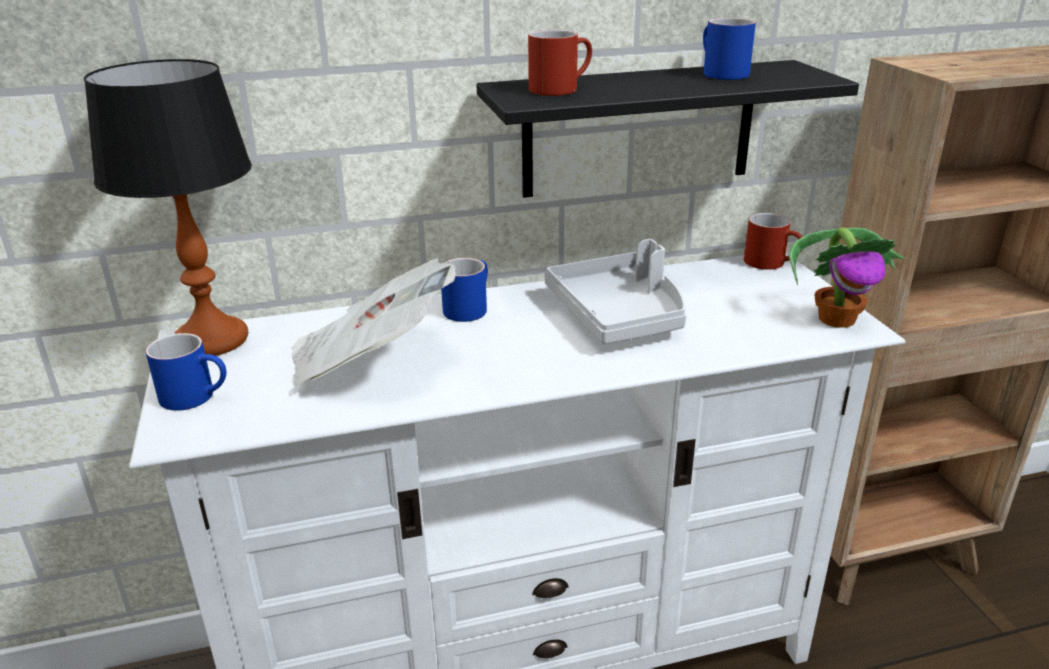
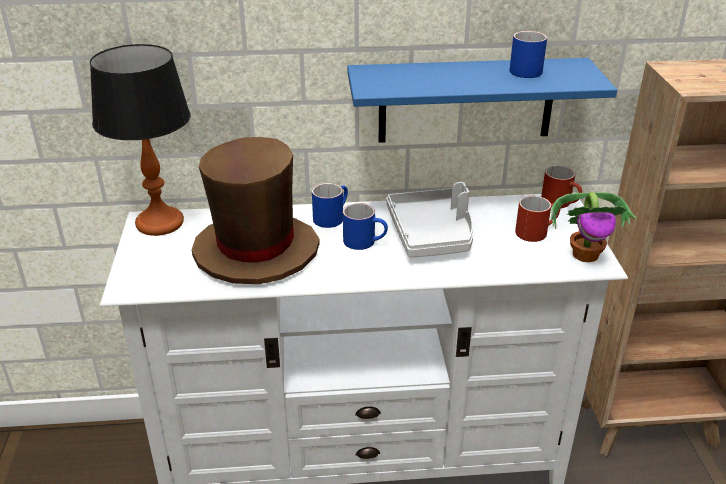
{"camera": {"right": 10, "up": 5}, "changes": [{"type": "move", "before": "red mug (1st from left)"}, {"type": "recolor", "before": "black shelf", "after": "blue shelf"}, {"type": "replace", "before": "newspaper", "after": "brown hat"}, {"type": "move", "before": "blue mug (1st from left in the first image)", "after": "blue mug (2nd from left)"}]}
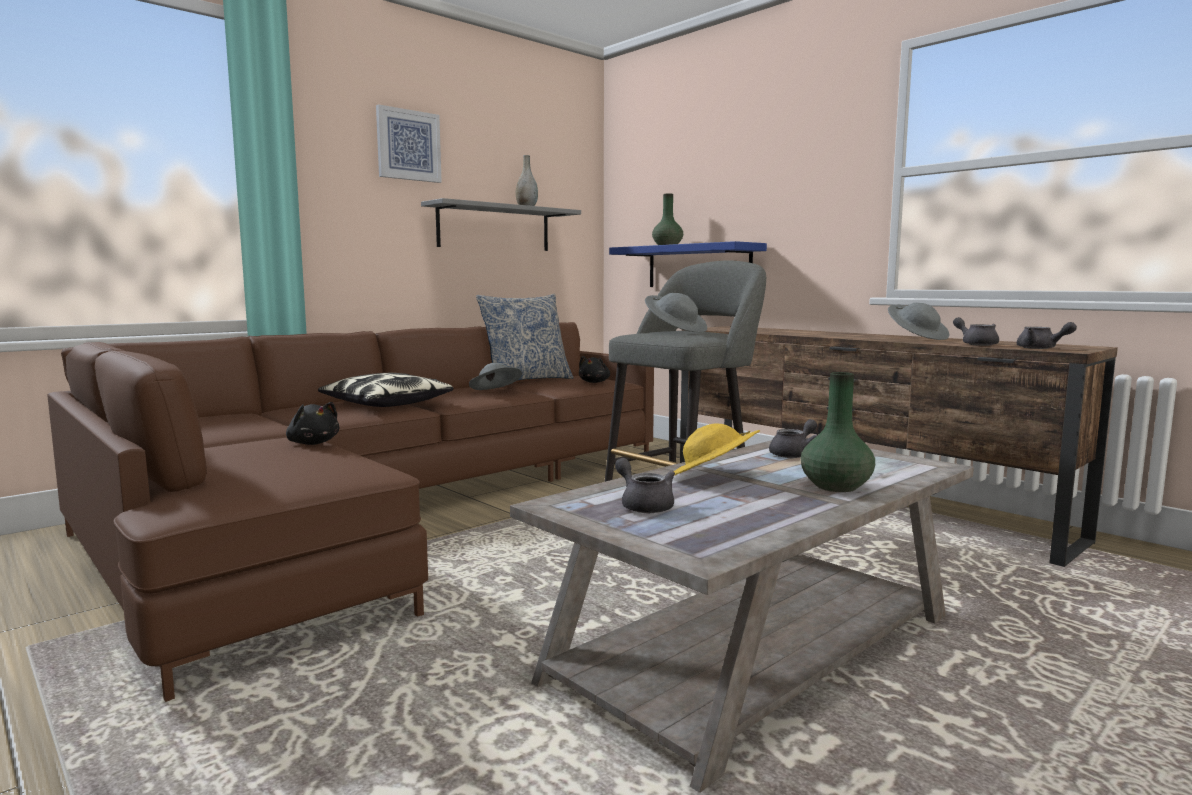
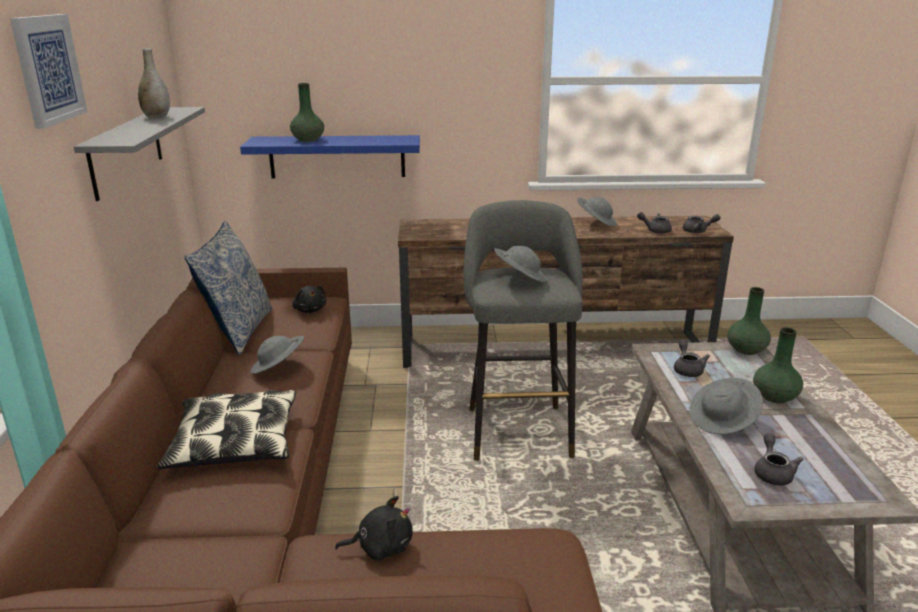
{"camera": {"right": -50, "up": 15}, "changes": [{"type": "recolor", "before": "yellow hat", "after": "grey hat (4th from left)"}, {"type": "rotate", "before": "grey teapot (1st from left in the first image)", "turn": 90}, {"type": "insert", "after": "green vase (2nd from left)"}]}
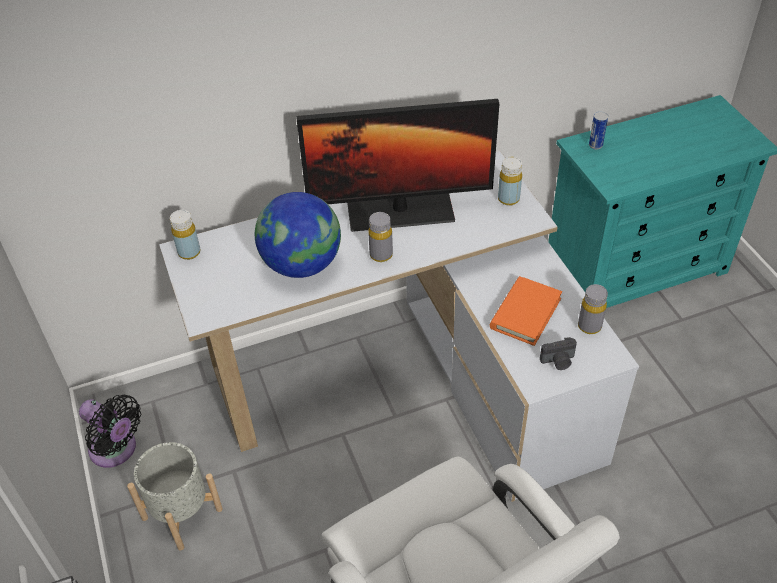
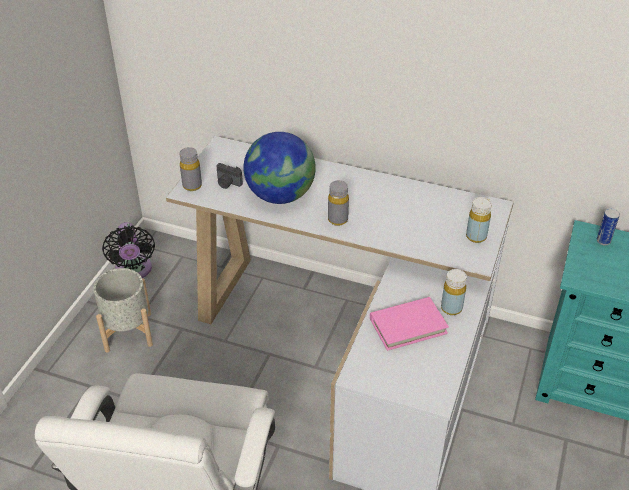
{"camera": {"right": 40, "up": -5}, "changes": [{"type": "delete", "before": "monitor"}, {"type": "move", "before": "yellow bottle (1st from left)"}, {"type": "recolor", "before": "orange book", "after": "pink book"}, {"type": "move", "before": "grey bottle (2nd from left in the first image)", "after": "grey bottle (1st from left)"}, {"type": "move", "before": "photo camera"}]}
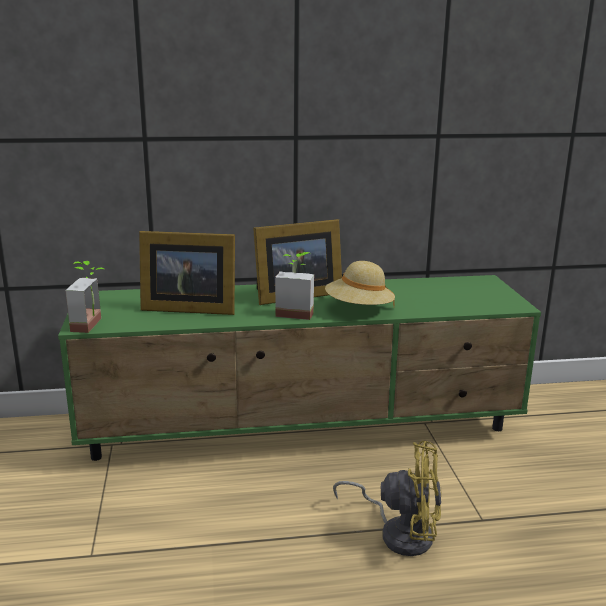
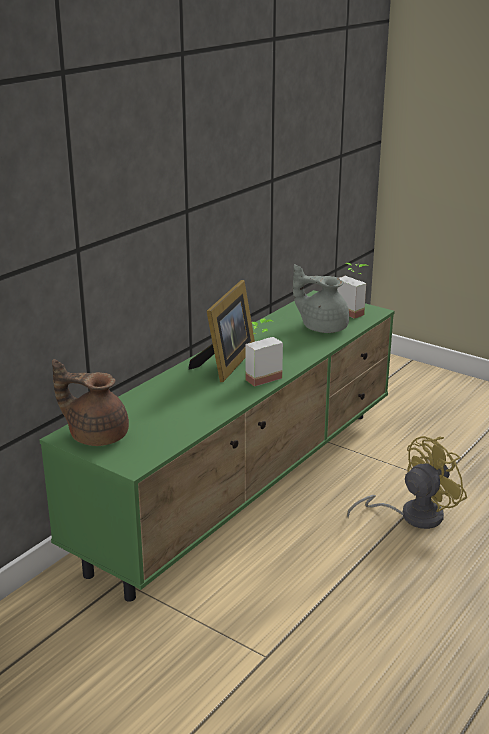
{"camera": {"right": -45, "up": 5}, "changes": [{"type": "delete", "before": "picture frame (1st from left)"}, {"type": "move", "before": "potted plant (1st from left in the first image)", "after": "potted plant (2nd from left)"}, {"type": "delete", "before": "beige hat"}, {"type": "insert", "after": "grey teapot"}, {"type": "insert", "after": "brown teapot"}]}
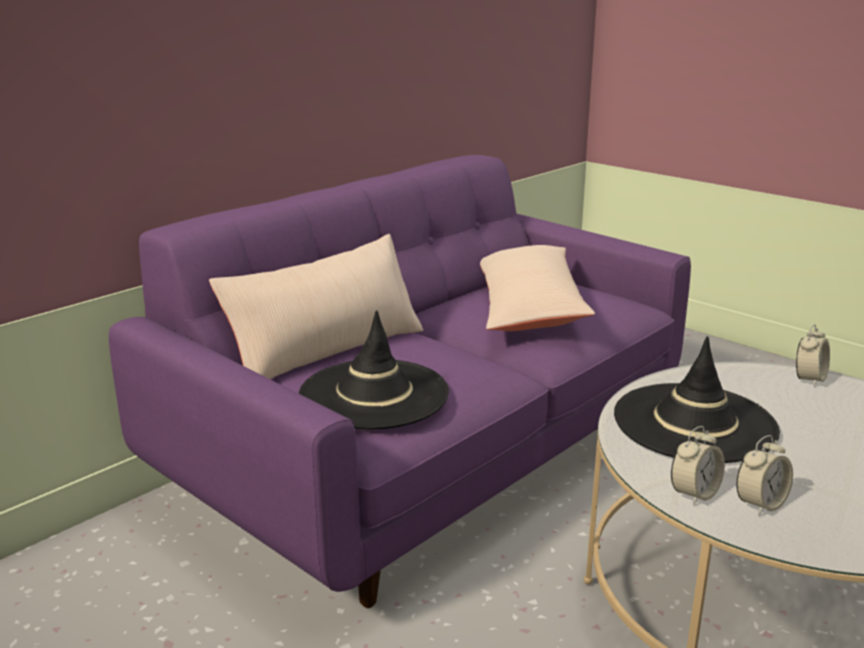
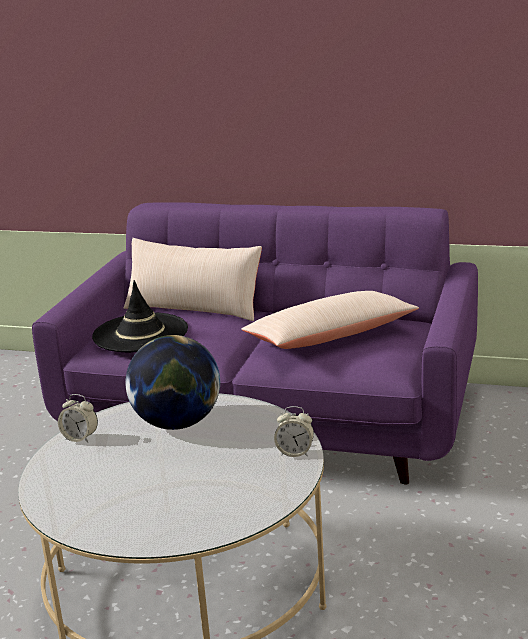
{"camera": {"right": 65, "up": 0}, "changes": [{"type": "replace", "before": "black hat (2nd from left)", "after": "globe"}, {"type": "delete", "before": "alarm clock (2nd from left)"}]}
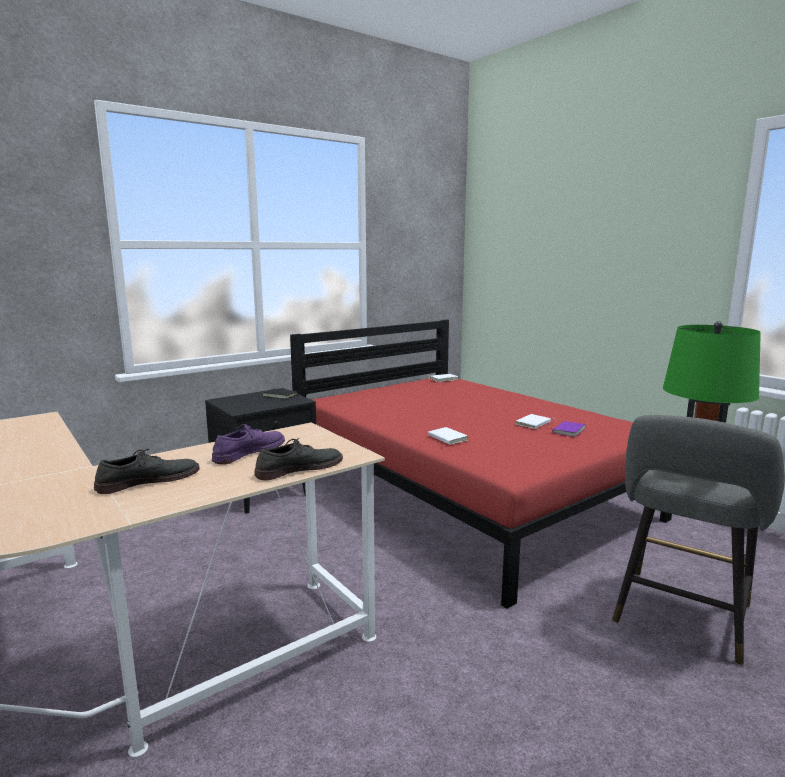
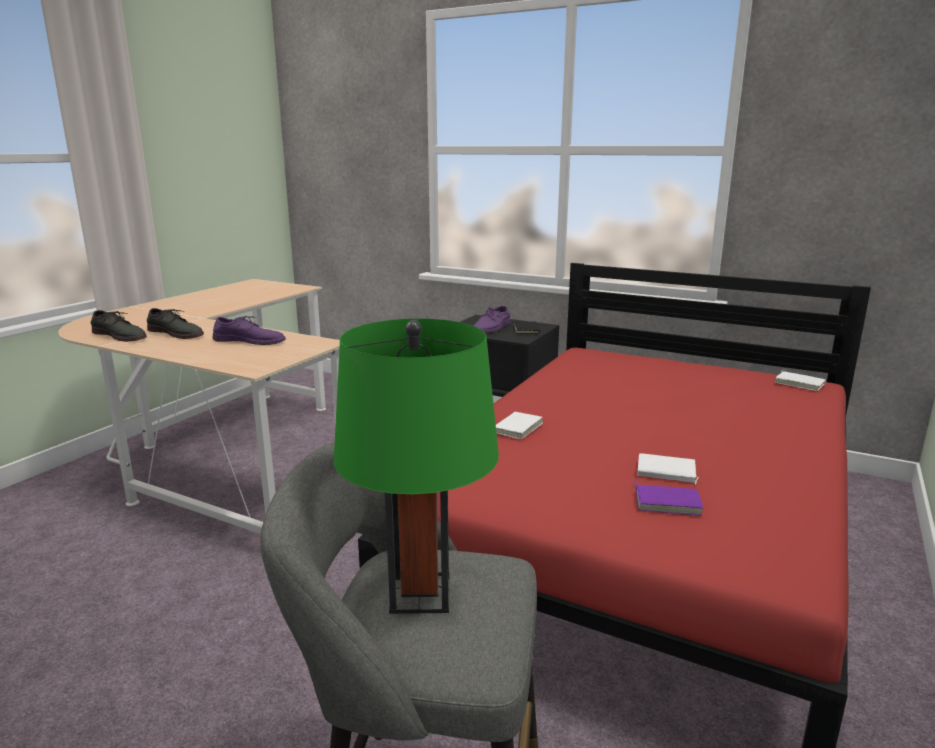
{"camera": {"right": 65, "up": 5}, "changes": [{"type": "move", "before": "grey shoe (2nd from left in the first image)", "after": "grey shoe (1st from left)"}, {"type": "insert", "after": "purple shoe (2nd from left)"}]}
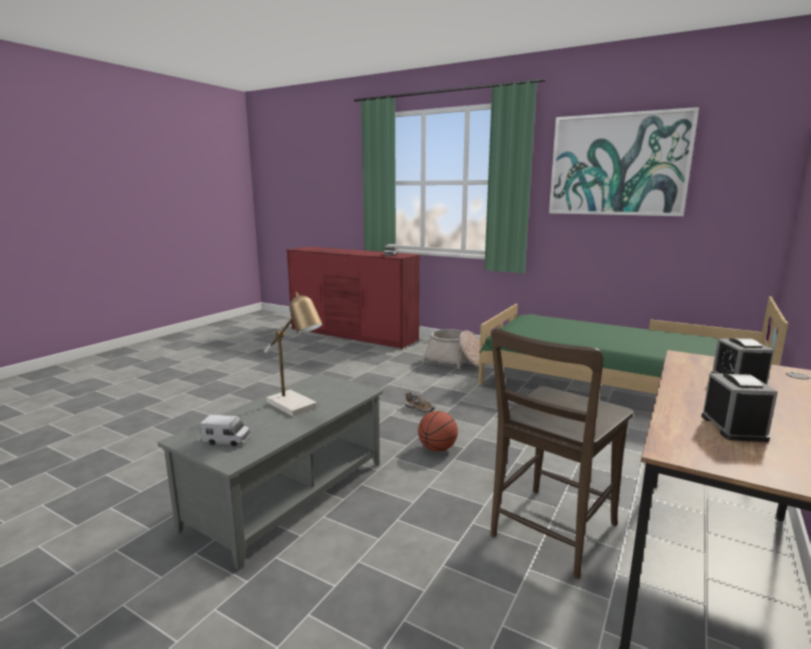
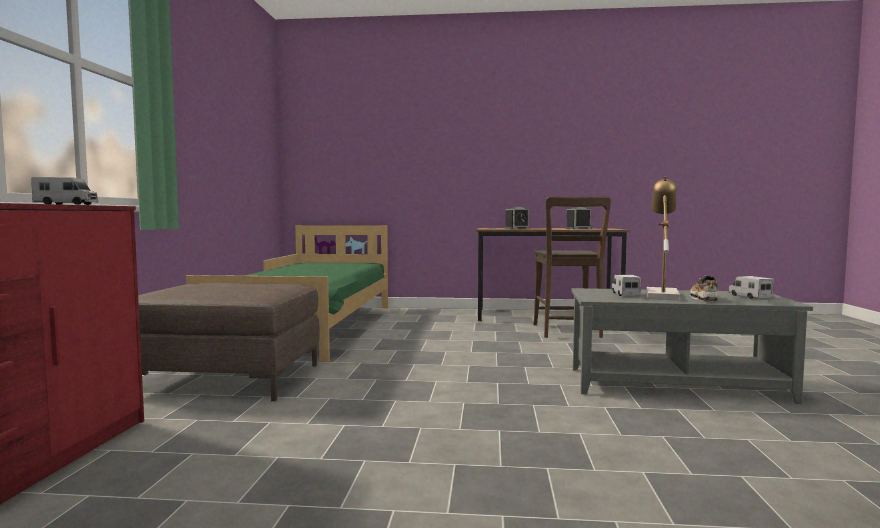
{"camera": {"right": -115, "up": -10}, "changes": [{"type": "delete", "before": "picture"}, {"type": "replace", "before": "basket", "after": "brown ottoman"}, {"type": "rotate", "before": "brown chair", "turn": 75}, {"type": "move", "before": "shoe"}, {"type": "delete", "before": "basketball"}, {"type": "insert", "after": "toy truck (2nd from left)"}]}
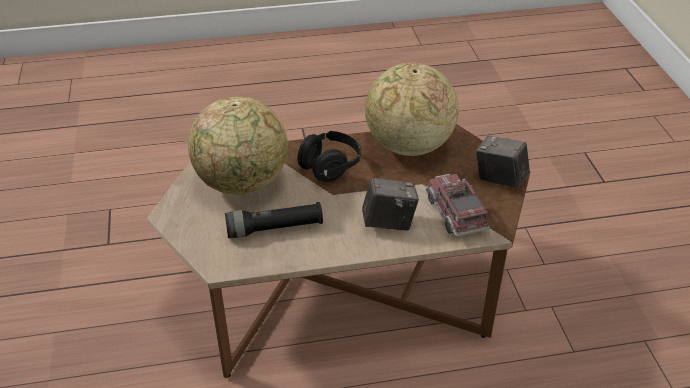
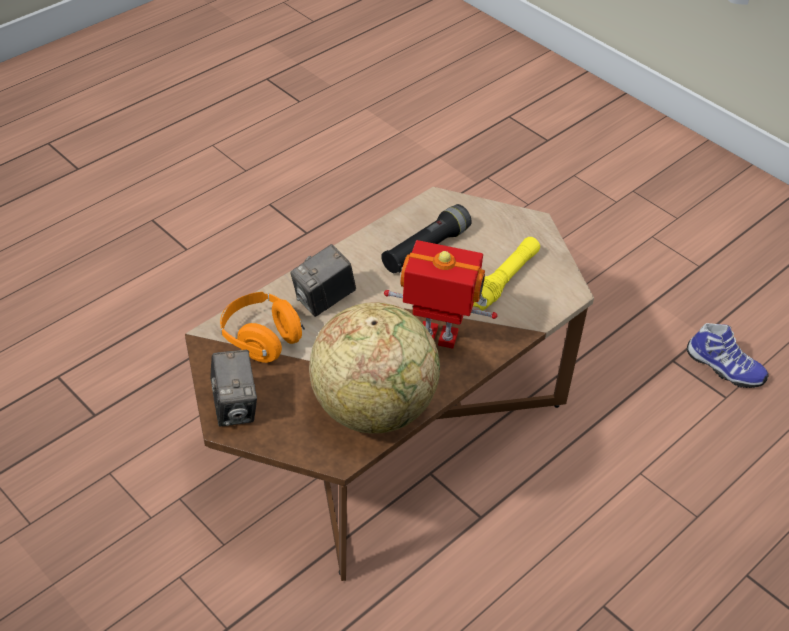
{"camera": {"right": 145, "up": 5}, "changes": [{"type": "replace", "before": "globe (1st from left)", "after": "yellow flashlight"}, {"type": "replace", "before": "black headphones", "after": "toy robot"}, {"type": "rotate", "before": "photo camera (2nd from left in the first image)", "turn": 75}, {"type": "replace", "before": "toy truck", "after": "orange headphones"}, {"type": "insert", "after": "shoe"}]}
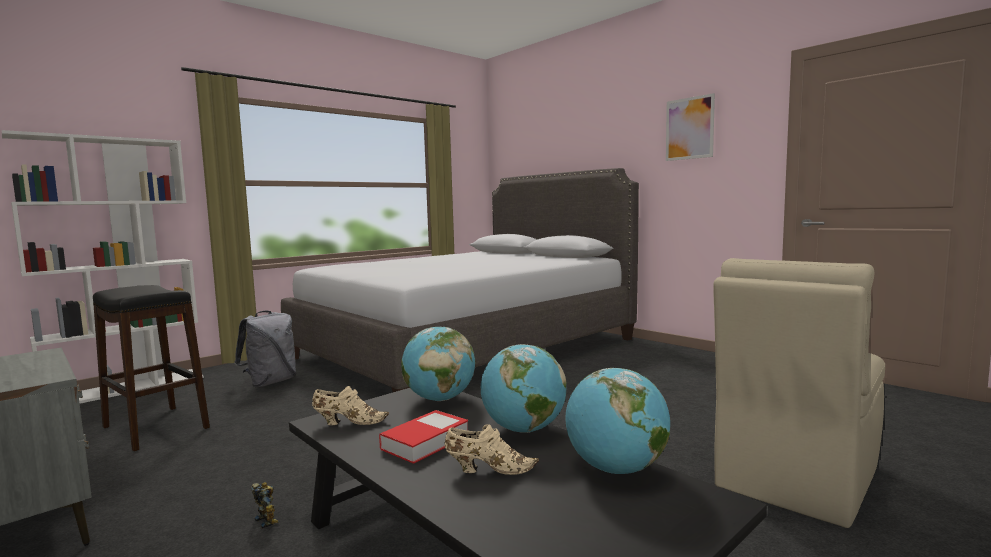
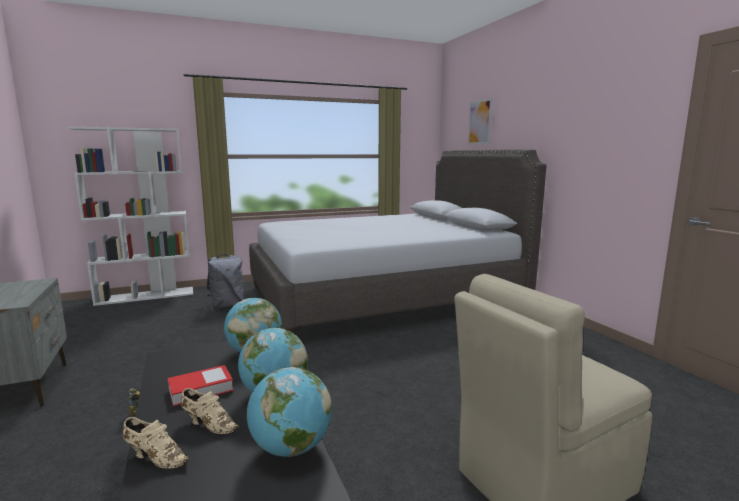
{"camera": {"right": 20, "up": 5}, "changes": [{"type": "move", "before": "picture"}, {"type": "delete", "before": "black stool"}, {"type": "move", "before": "beige shoe (1st from left)"}]}
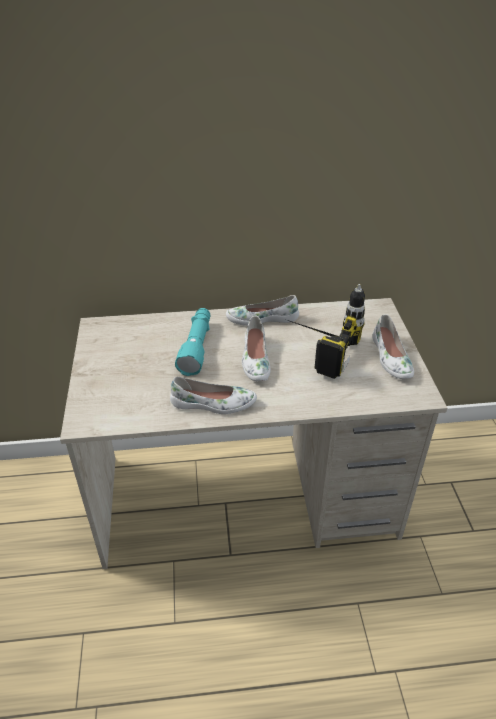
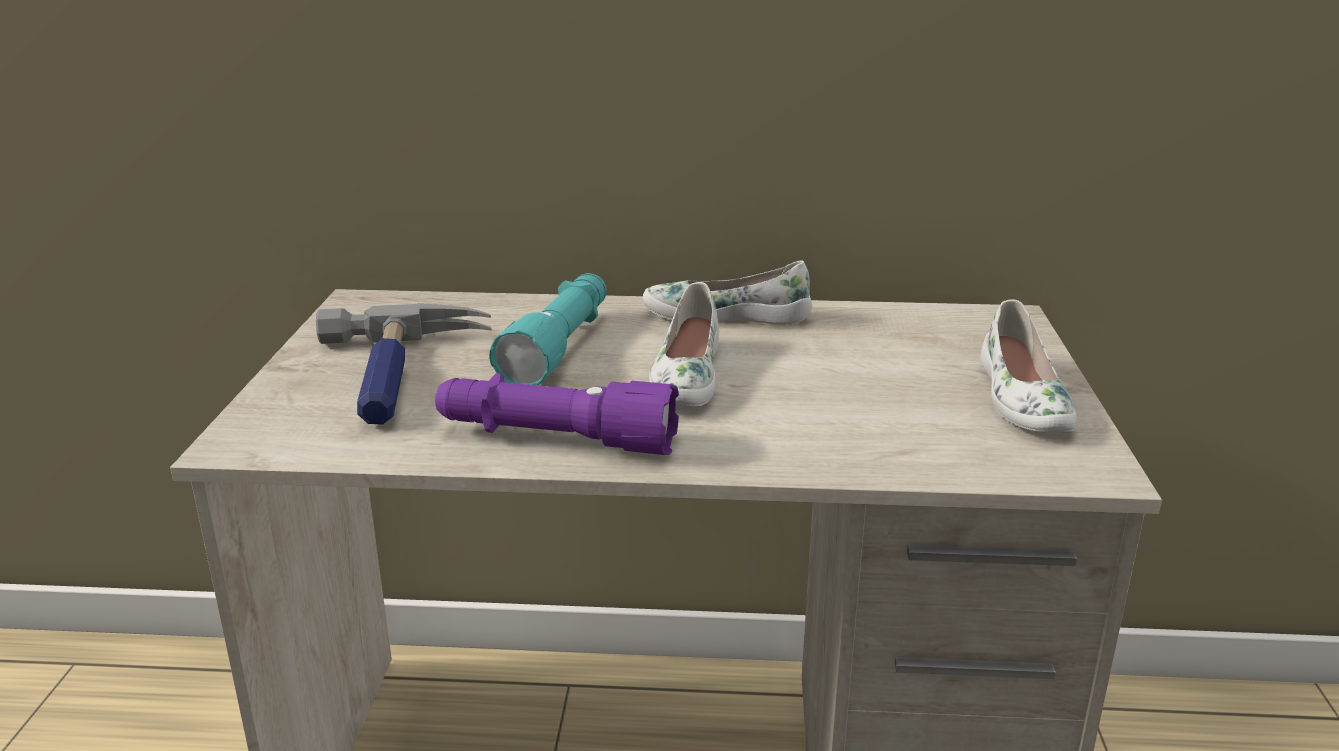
{"camera": {"right": 10, "up": -15}, "changes": [{"type": "delete", "before": "power drill"}, {"type": "replace", "before": "white shoe (1st from left)", "after": "purple flashlight"}, {"type": "insert", "after": "hammer"}]}
